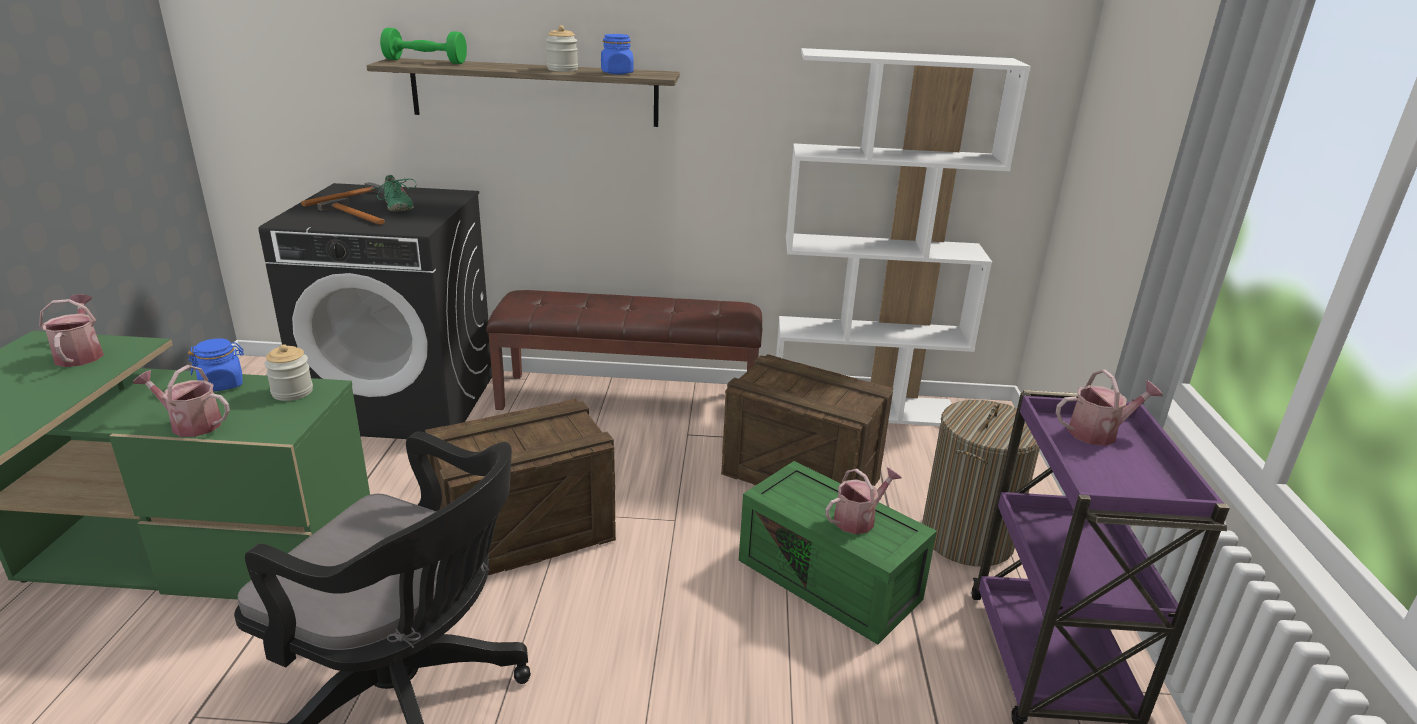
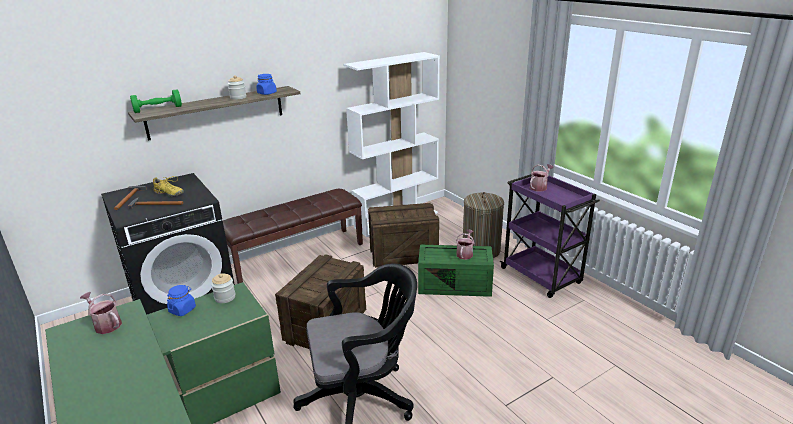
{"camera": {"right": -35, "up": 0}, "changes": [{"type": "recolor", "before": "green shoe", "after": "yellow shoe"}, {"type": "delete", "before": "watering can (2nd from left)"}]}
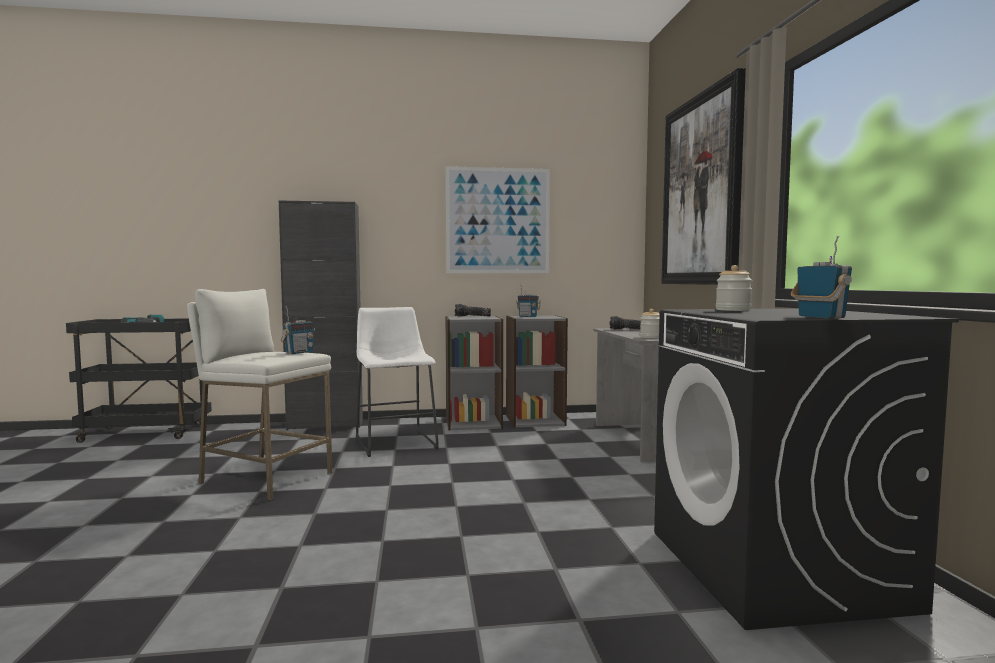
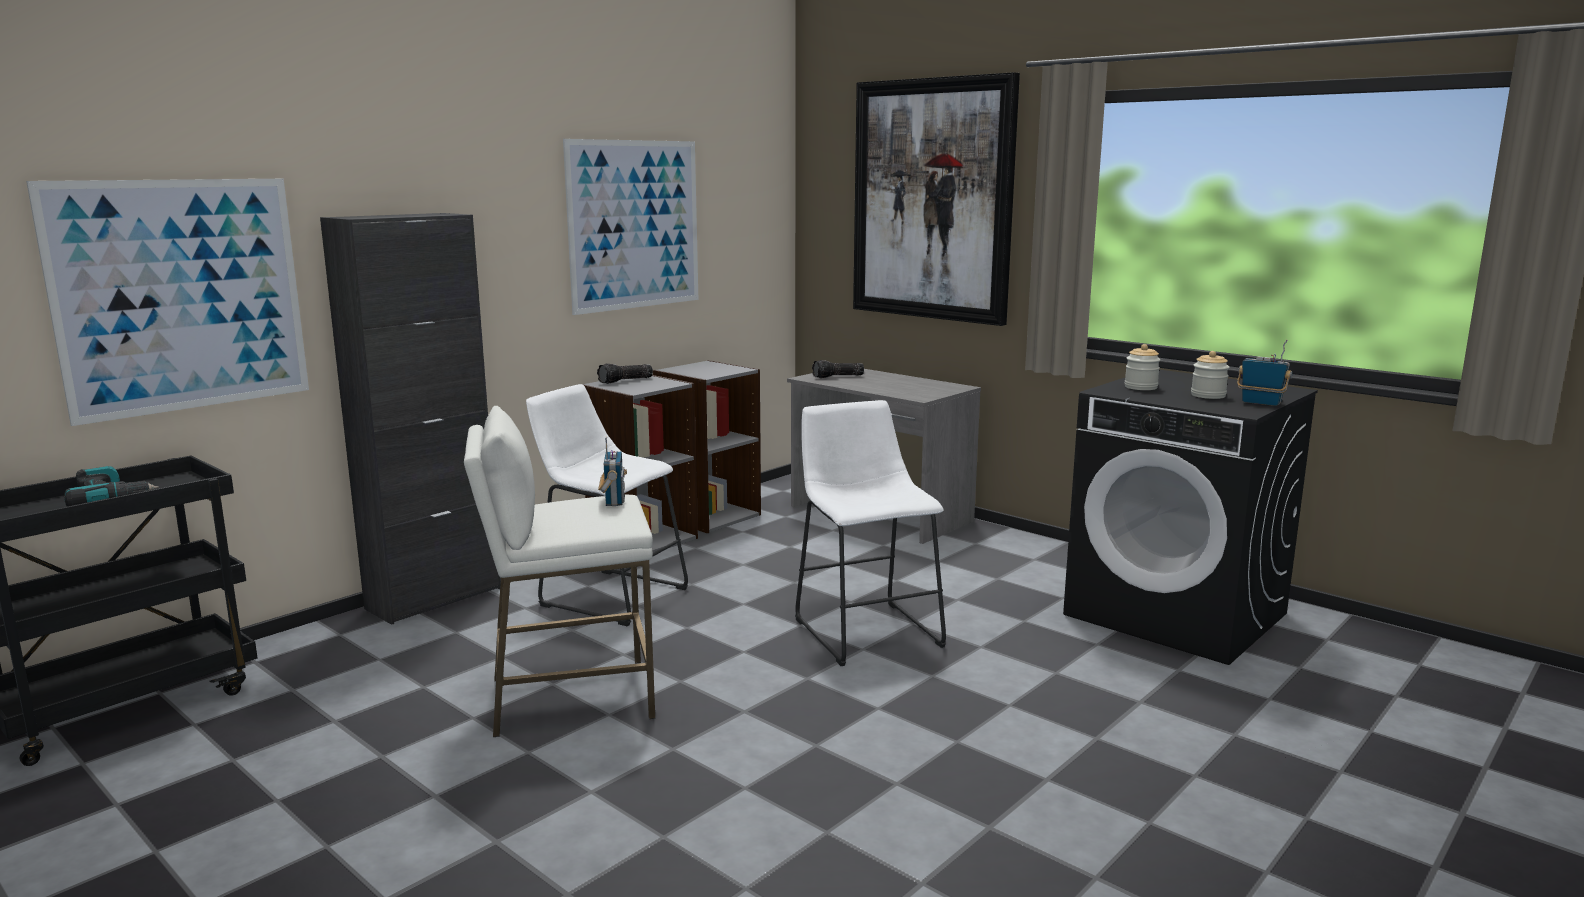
{"camera": {"right": -40, "up": 10}, "changes": [{"type": "delete", "before": "radio (2nd from left)"}, {"type": "move", "before": "jar (1st from left in the first image)", "after": "jar (2nd from left)"}, {"type": "insert", "after": "picture (1st from left)"}, {"type": "insert", "after": "white stool (3rd from left)"}]}
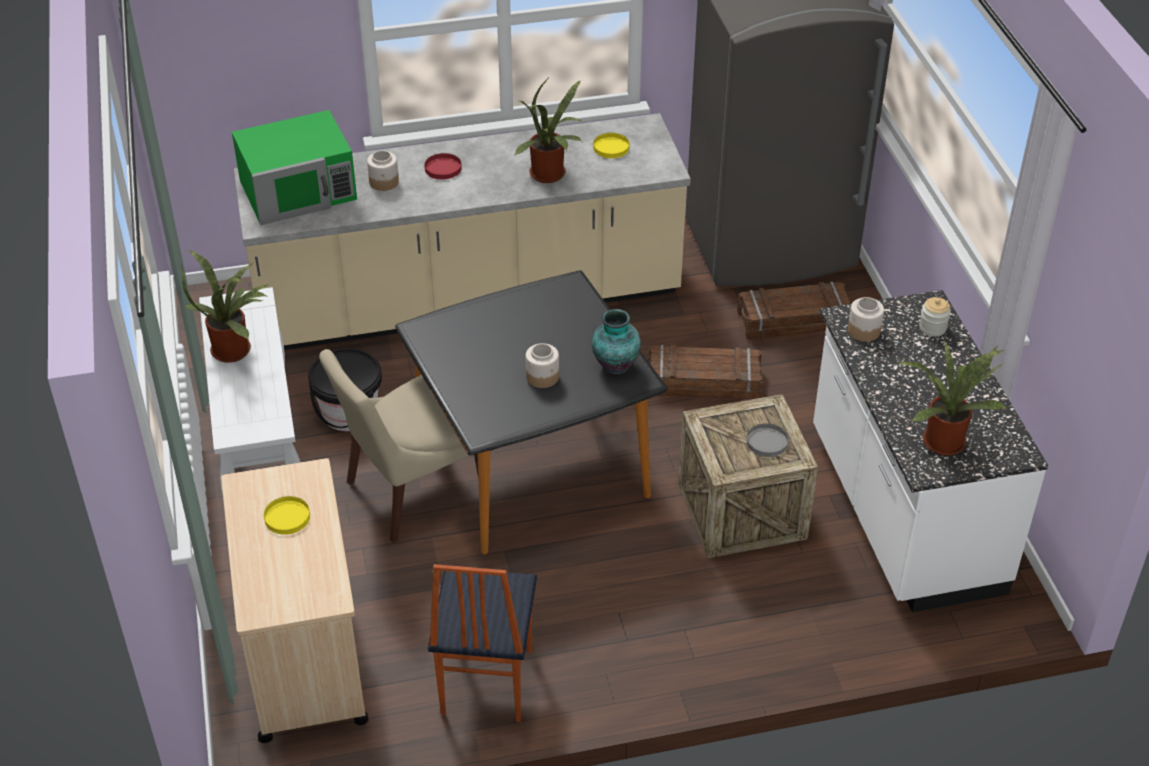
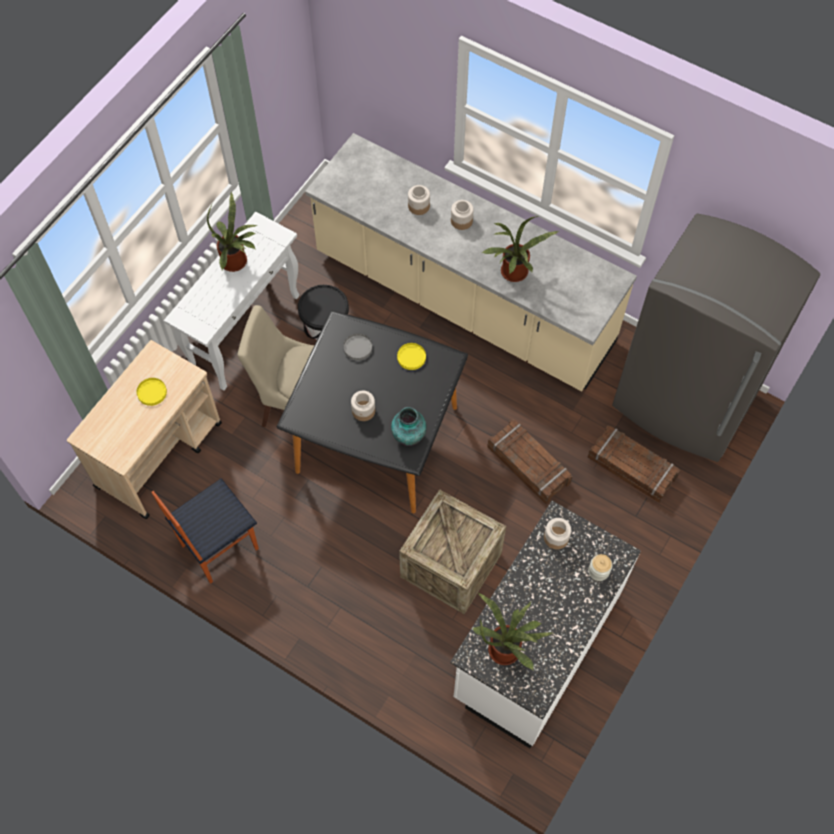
{"camera": {"right": 45, "up": 20}, "changes": [{"type": "delete", "before": "green microwave"}, {"type": "move", "before": "yellow plate (2nd from left)"}, {"type": "replace", "before": "red plate", "after": "jar (3rd from left)"}, {"type": "move", "before": "grey plate"}]}
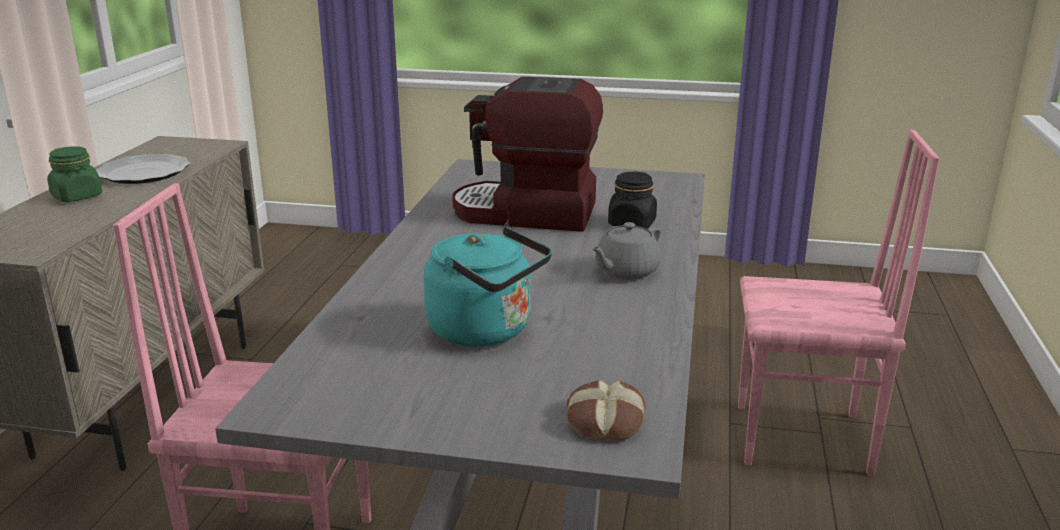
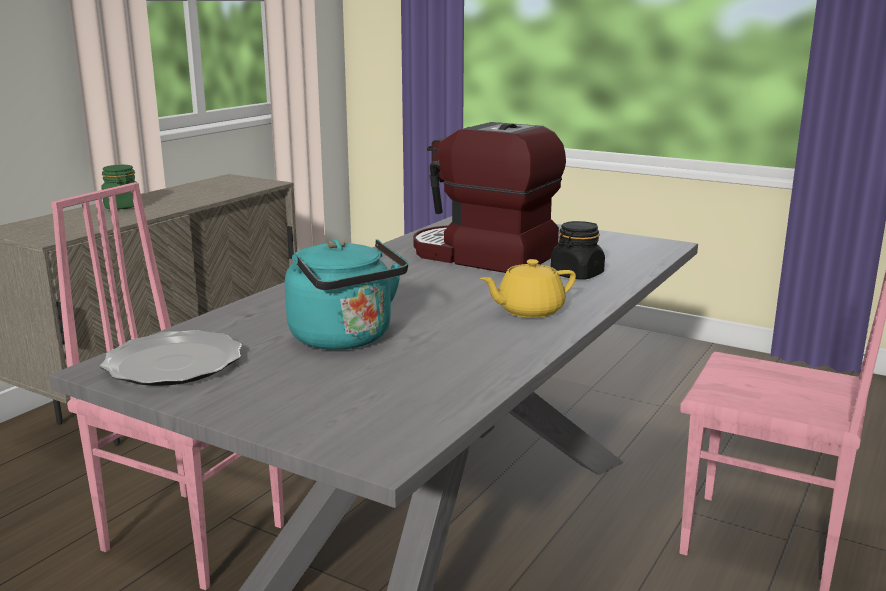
{"camera": {"right": 20, "up": -5}, "changes": [{"type": "move", "before": "plate"}, {"type": "recolor", "before": "grey teapot", "after": "yellow teapot"}, {"type": "delete", "before": "bread"}]}
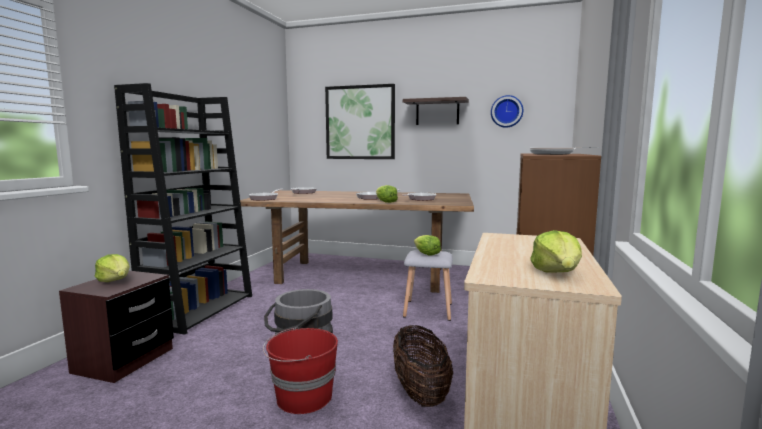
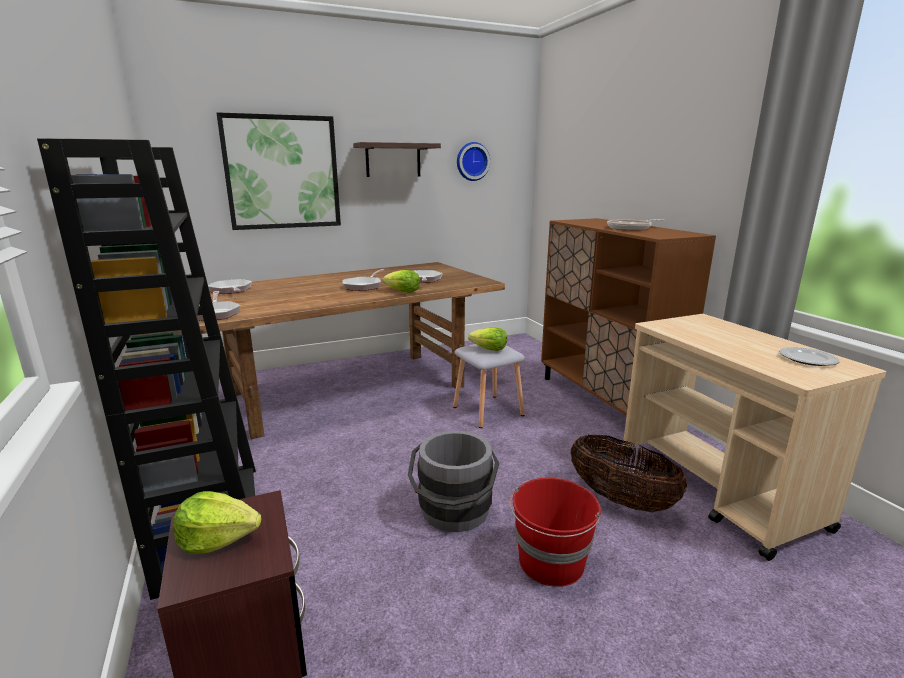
{"camera": {"right": -40, "up": 10}, "changes": [{"type": "replace", "before": "lettuce (4th from left)", "after": "plate"}]}
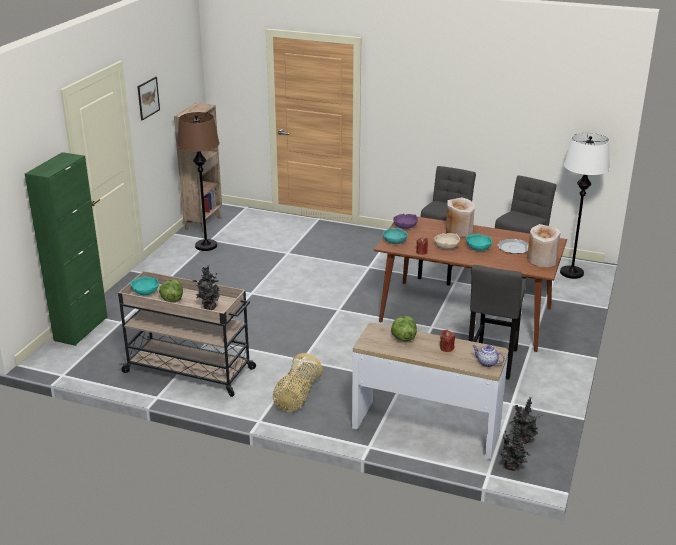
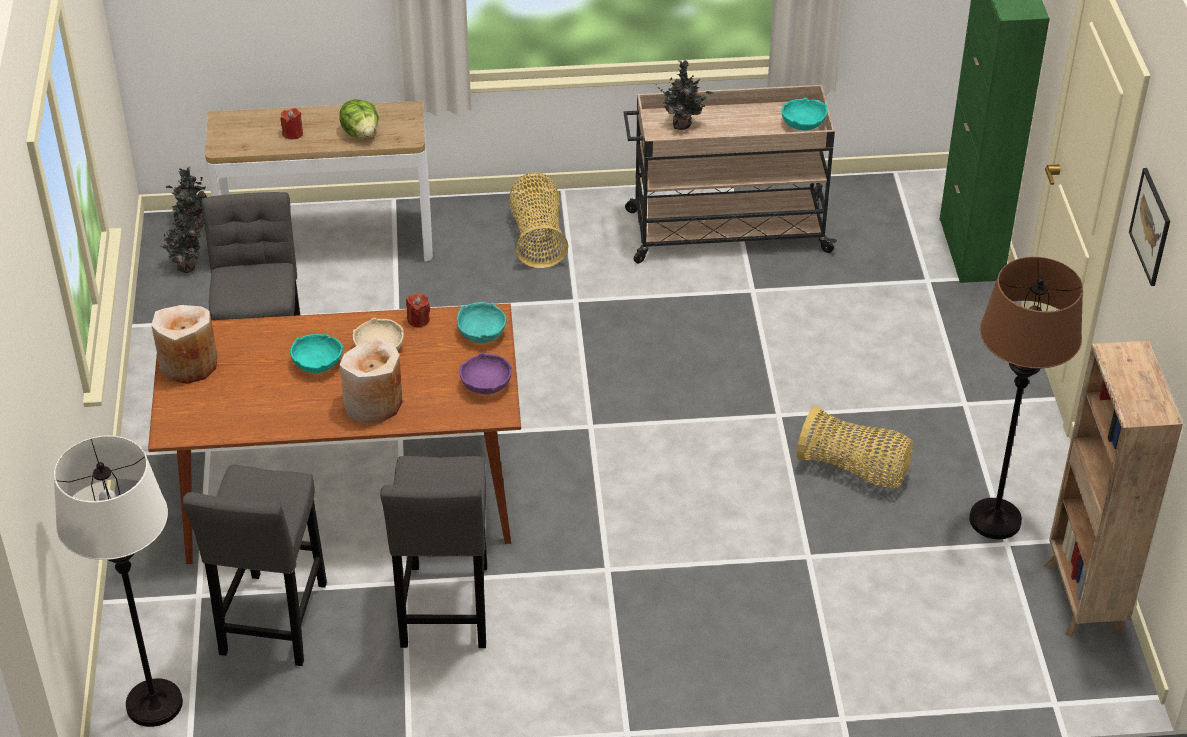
{"camera": {"right": 155, "up": 15}, "changes": [{"type": "delete", "before": "plate"}, {"type": "delete", "before": "lettuce (1st from left)"}, {"type": "delete", "before": "teapot"}, {"type": "insert", "after": "basket (2nd from left)"}]}
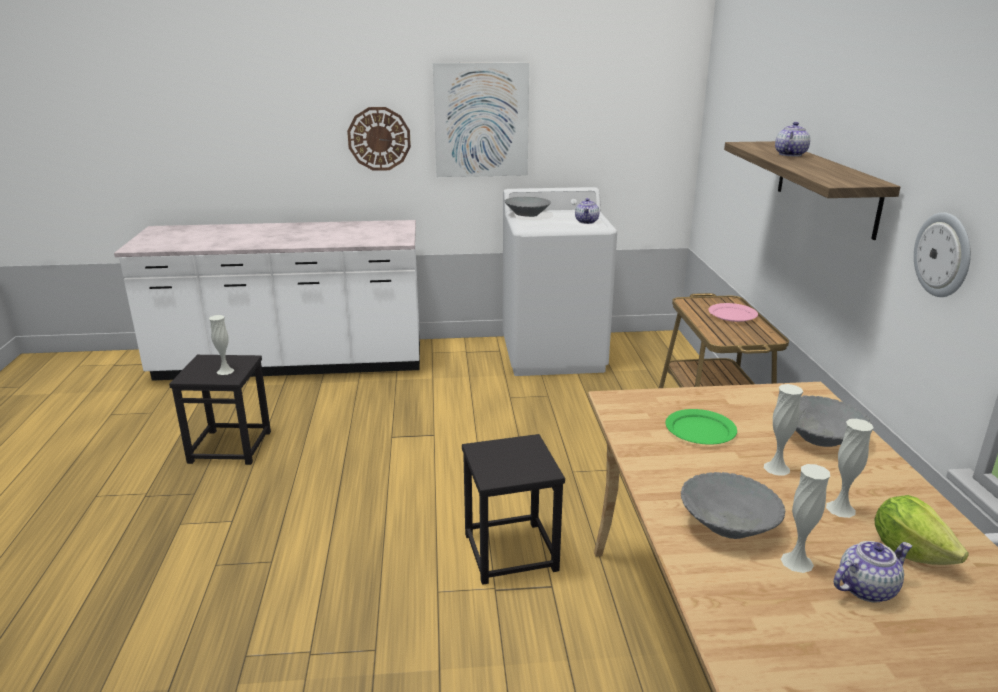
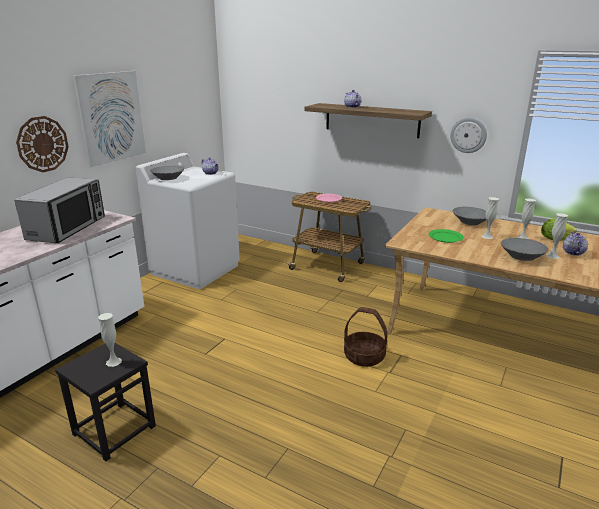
{"camera": {"right": -55, "up": 0}, "changes": [{"type": "replace", "before": "black stool (2nd from left)", "after": "basket"}, {"type": "insert", "after": "microwave"}]}
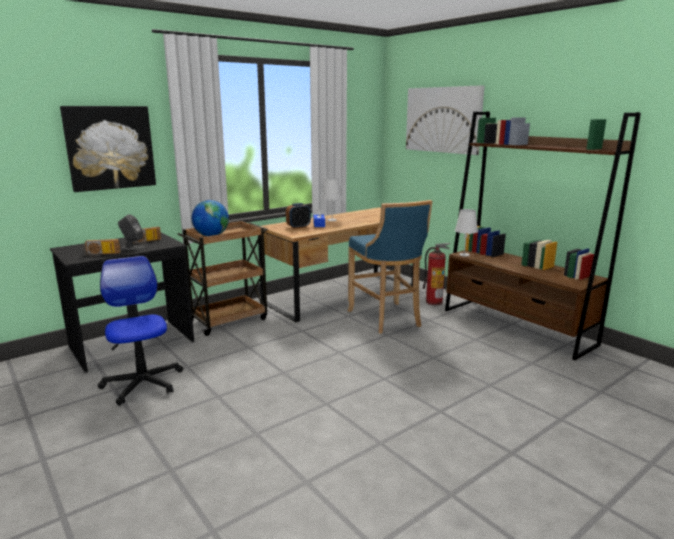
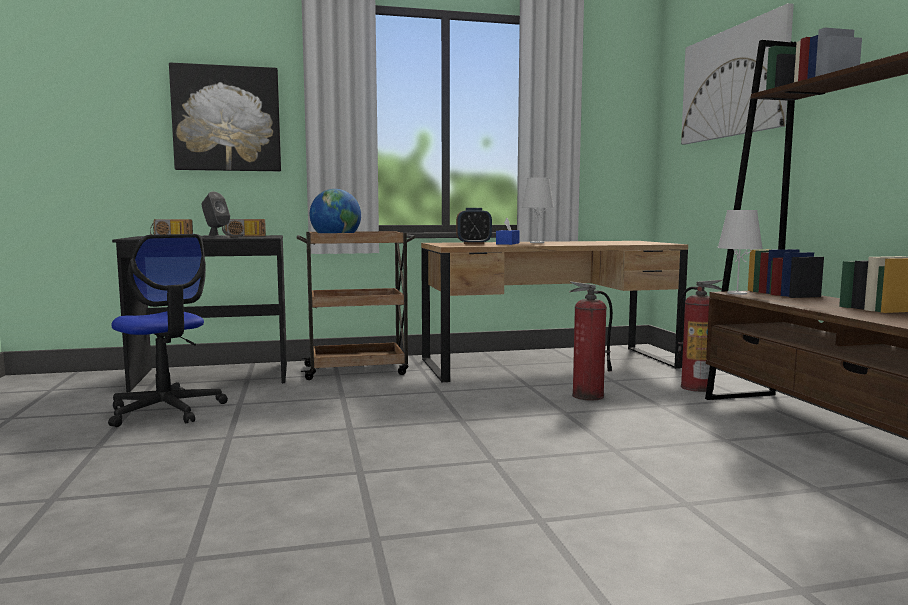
{"camera": {"right": 25, "up": -10}, "changes": [{"type": "replace", "before": "blue stool", "after": "fire extinguisher (1st from left)"}, {"type": "rotate", "before": "office chair", "turn": 135}]}
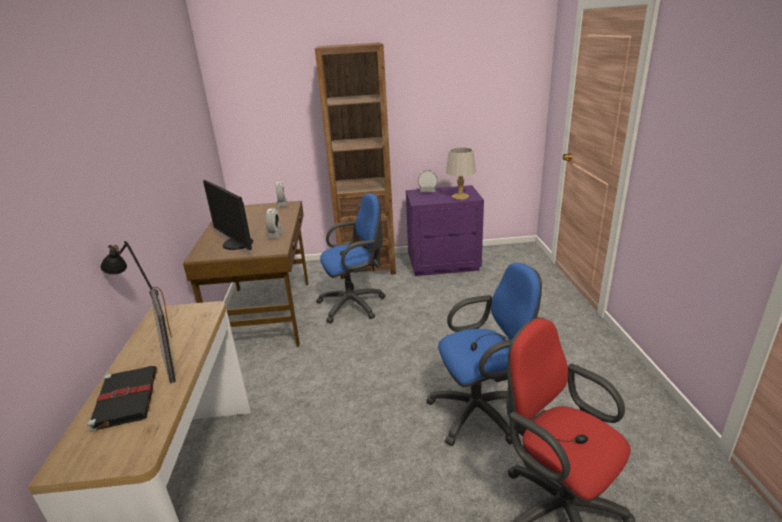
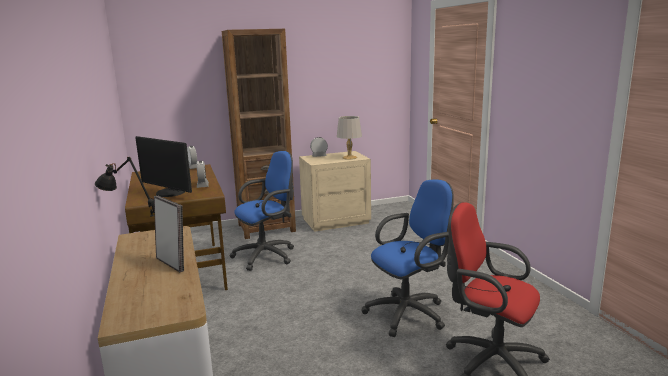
{"camera": {"right": -15, "up": -10}, "changes": [{"type": "recolor", "before": "purple nightstand", "after": "beige nightstand"}, {"type": "delete", "before": "black book"}]}
